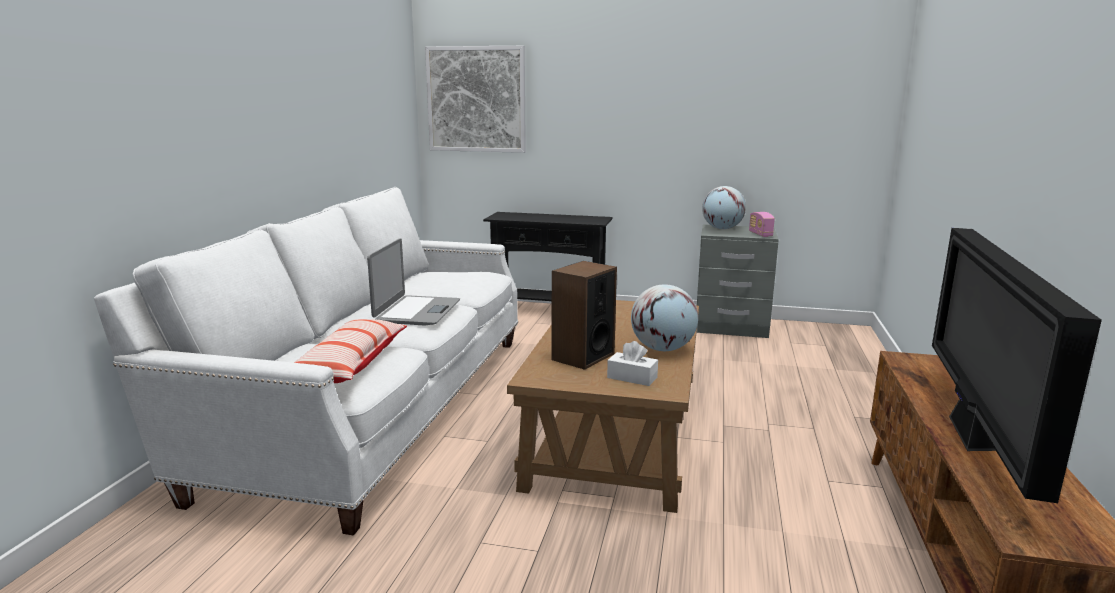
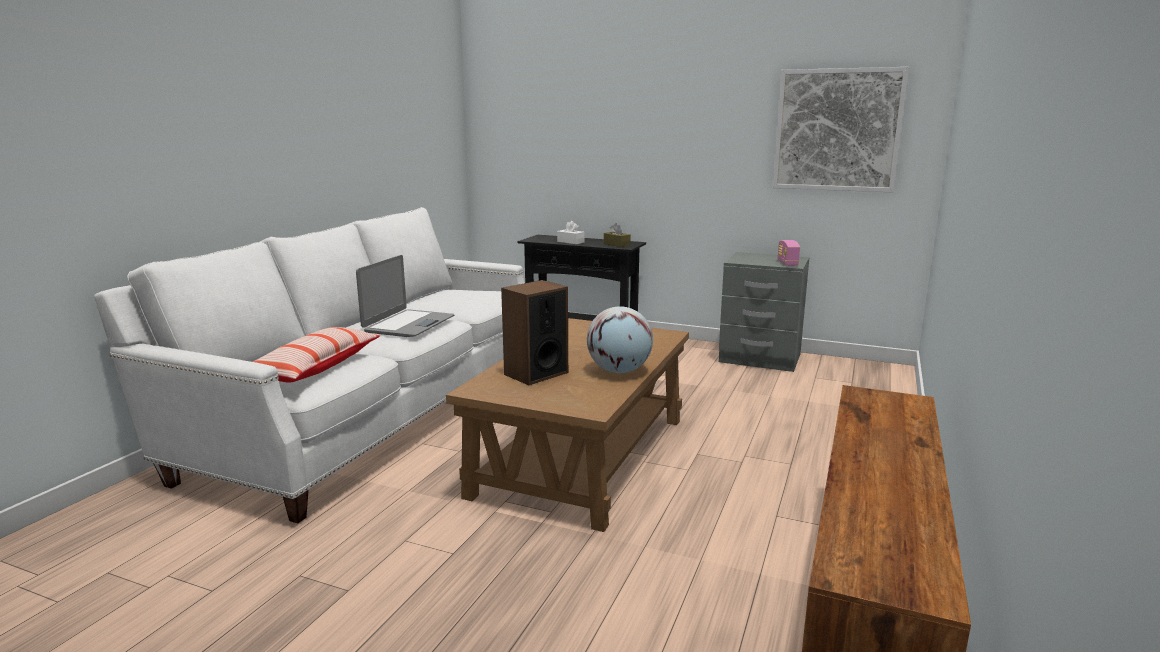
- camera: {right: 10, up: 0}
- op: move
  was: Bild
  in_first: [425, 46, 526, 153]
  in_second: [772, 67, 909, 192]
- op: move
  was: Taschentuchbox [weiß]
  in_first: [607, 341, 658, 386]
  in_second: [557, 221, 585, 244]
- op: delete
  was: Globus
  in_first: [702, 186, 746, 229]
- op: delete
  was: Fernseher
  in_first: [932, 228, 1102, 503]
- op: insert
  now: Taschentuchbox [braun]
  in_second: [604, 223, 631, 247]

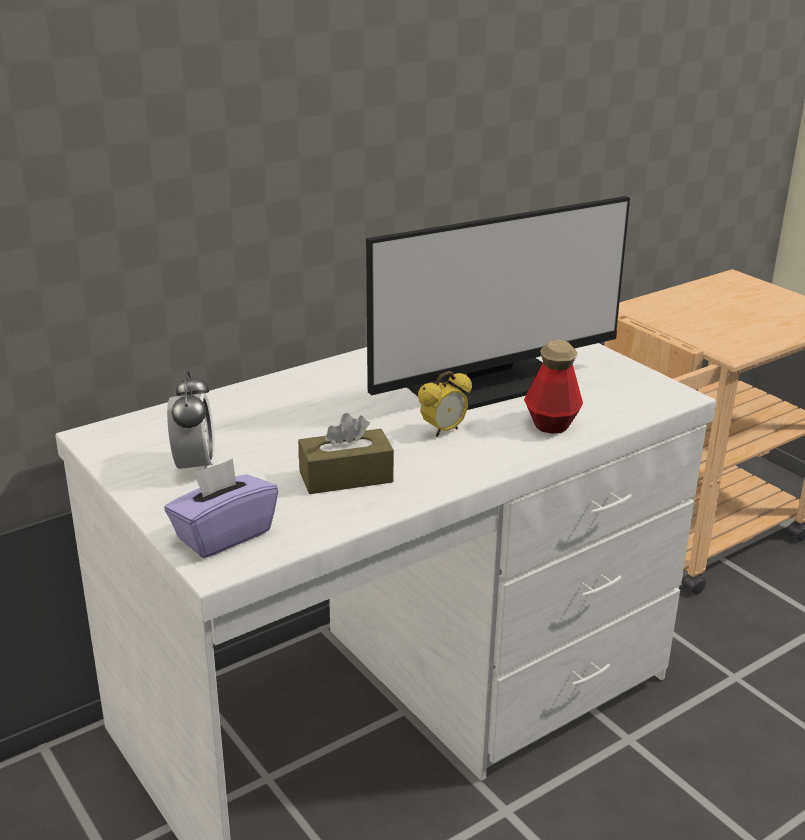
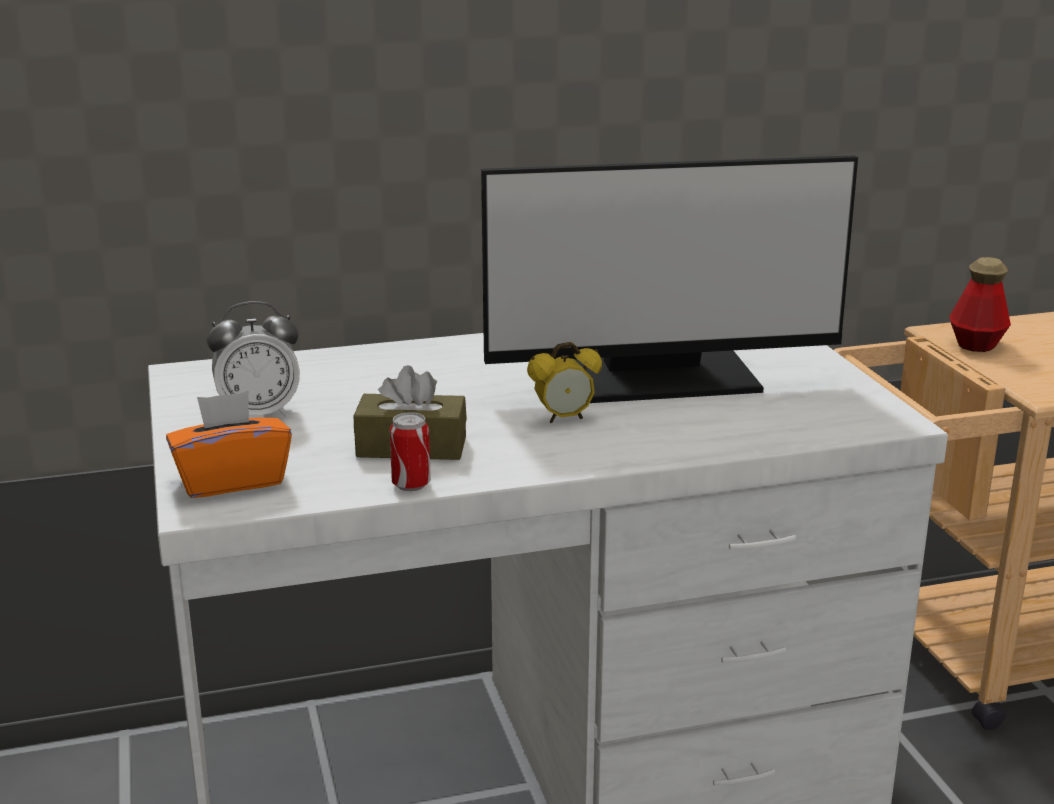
- camera: {right: 20, up: -5}
- op: recolor
  was: Taschentuchbox [lila]
  now: Taschentuchbox [orange]
  in_first: [164, 459, 278, 558]
  in_second: [166, 391, 292, 498]
- op: rotate
  was: Wecker
  in_first: [167, 370, 215, 470]
  in_second: [207, 301, 300, 417]
  clockwise: 60
- op: move
  was: Flasche
  in_first: [524, 340, 583, 434]
  in_second: [950, 257, 1011, 352]
- op: insert
  now: Dose
  in_second: [390, 412, 431, 491]

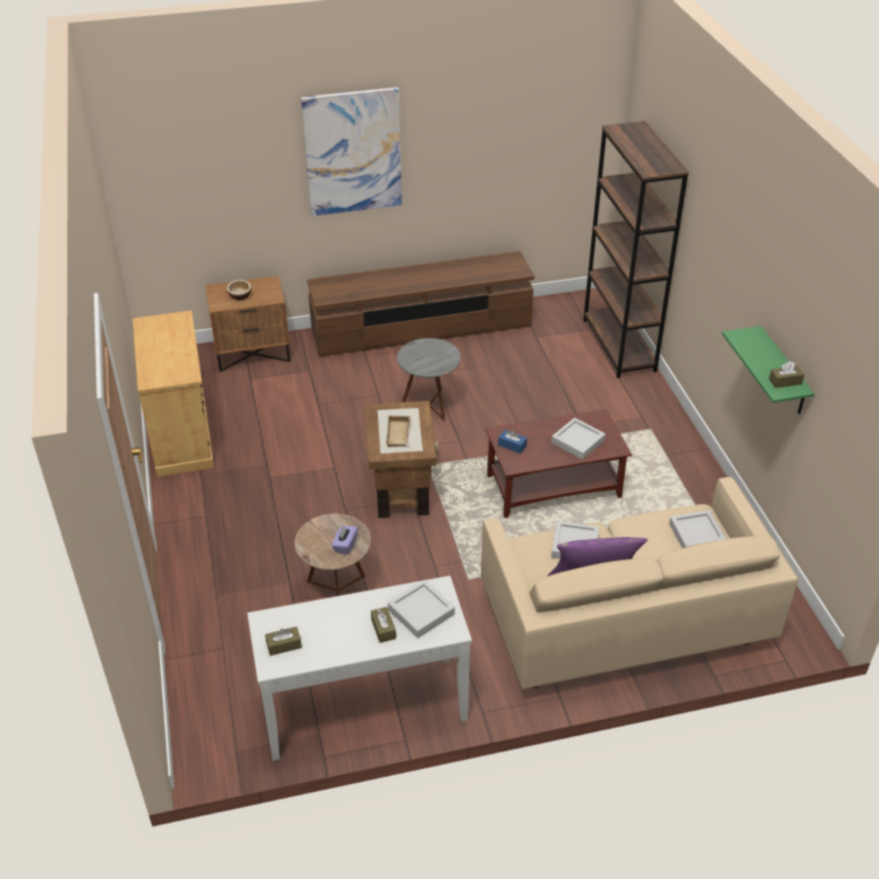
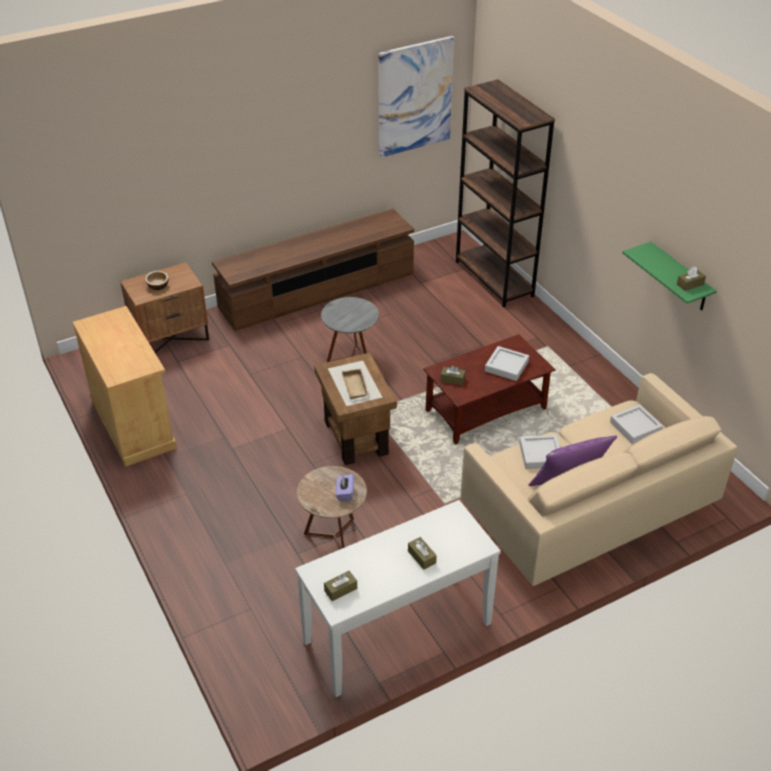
- camera: {right: -15, up: 0}
- op: move
  was: Bild
  in_first: [301, 87, 402, 216]
  in_second: [378, 36, 454, 158]
- op: delete
  was: Tablett [grau]
  in_first: [388, 580, 455, 638]
- op: recolor
  was: Taschentuchbox [blau]
  now: Taschentuchbox [braun]
  in_first: [498, 430, 527, 454]
  in_second: [440, 365, 465, 385]

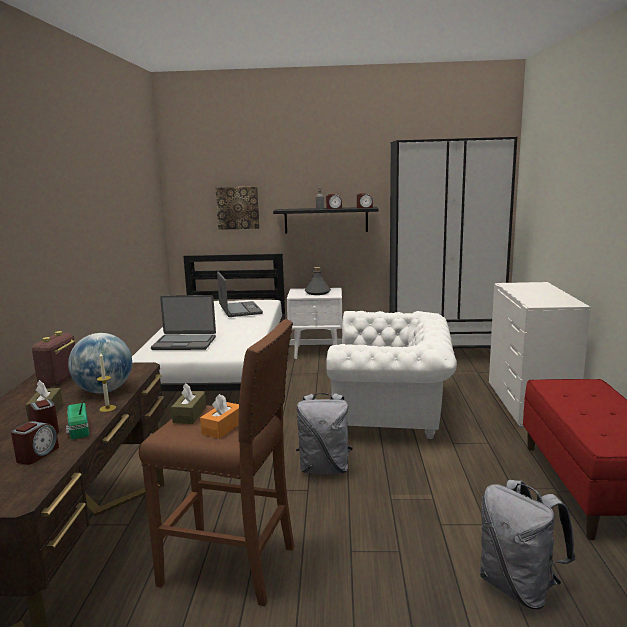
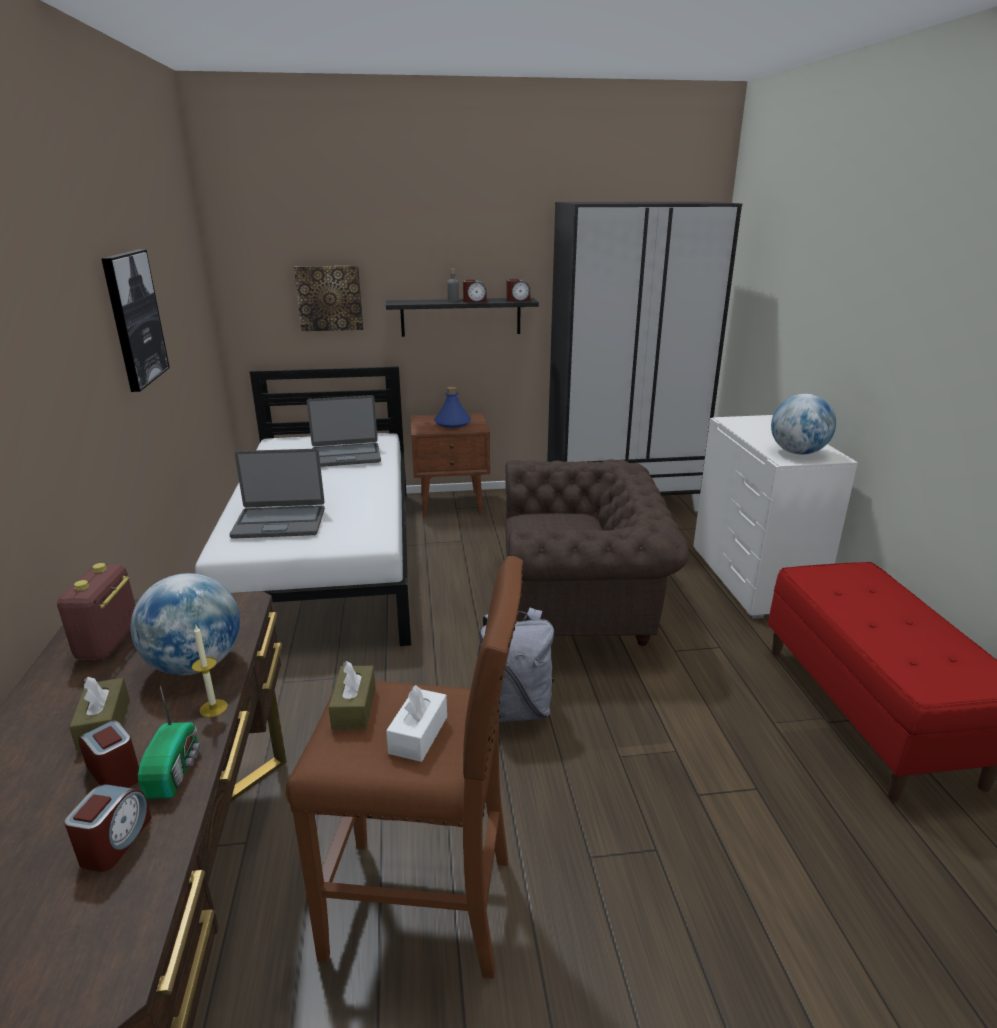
- camera: {right: -10, up: 10}
- op: rotate
  was: Radio
  in_first: [66, 397, 89, 439]
  in_second: [138, 686, 201, 799]
  clockwise: -150
- op: recolor
  was: Taschentuchbox [orange]
  now: Taschentuchbox [weiß]
  in_first: [200, 394, 239, 439]
  in_second: [386, 685, 447, 762]
- op: rotate
  was: Laptop
  in_first: [217, 271, 263, 317]
  in_second: [307, 395, 381, 467]
  clockwise: 105
- op: recolor
  was: Nachttisch [weiß]
  now: Nachttisch [braun]
  in_first: [287, 288, 342, 359]
  in_second: [410, 413, 490, 516]
- op: recolor
  was: Flasche [grau]
  now: Flasche [blau]
  in_first: [305, 267, 331, 295]
  in_second: [434, 387, 471, 428]
- op: recolor
  was: Sessel [weiß]
  now: Sessel [braun]
  in_first: [326, 311, 457, 439]
  in_second: [505, 459, 690, 646]
- op: delete
  was: Rucksack [grau]
  in_first: [480, 480, 575, 609]
- op: insert
  now: Bild
  in_second: [101, 249, 170, 392]
- op: insert
  now: Globus
  in_second: [771, 394, 836, 455]

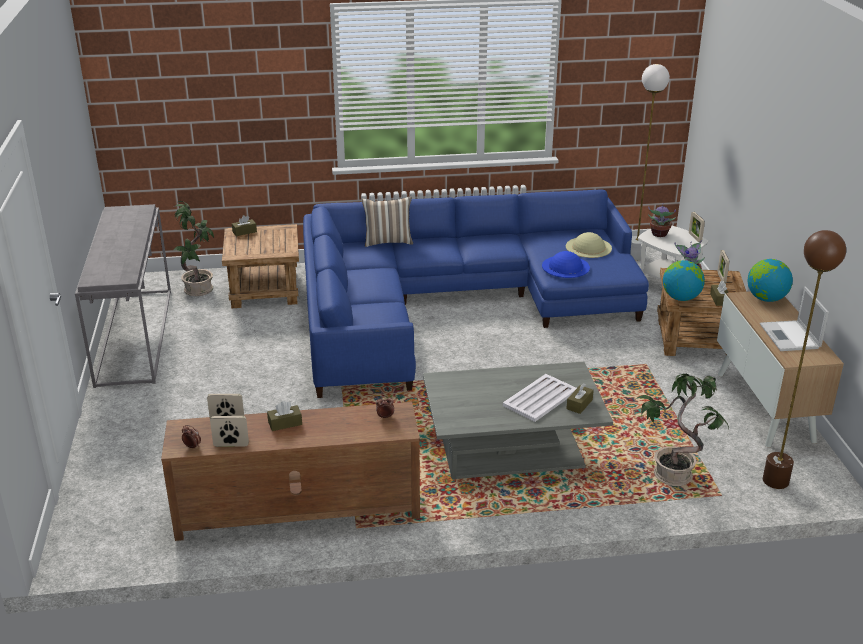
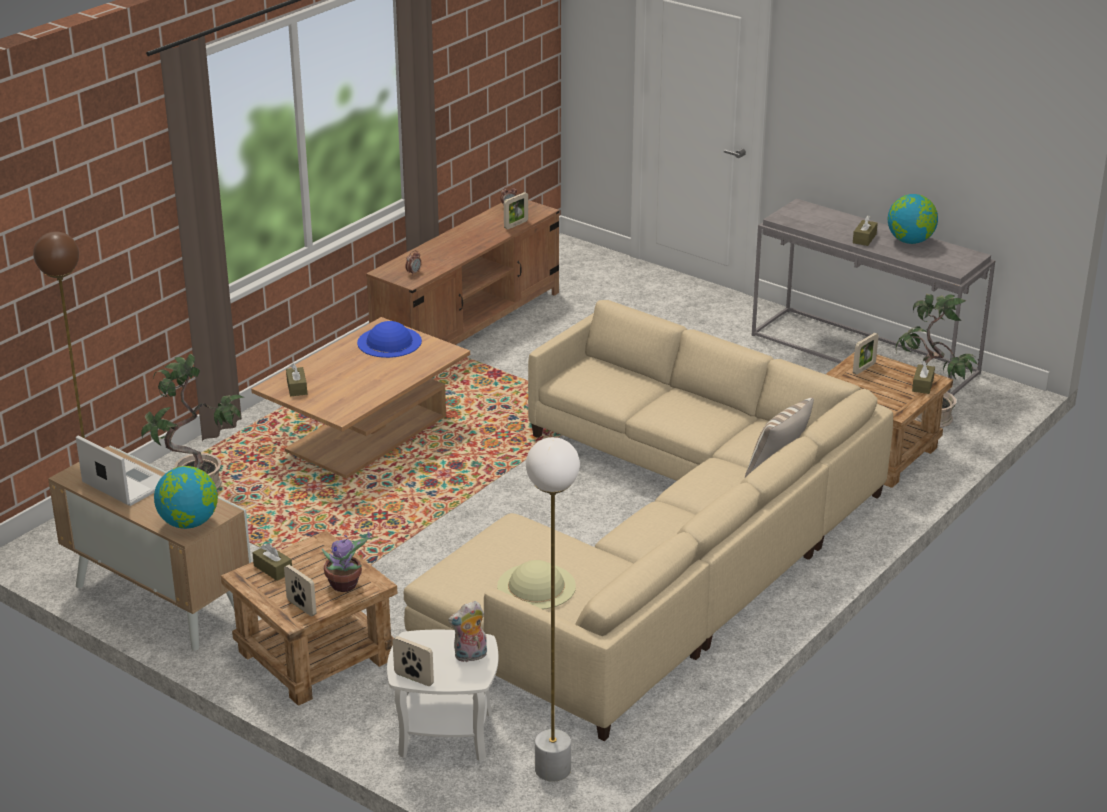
- camera: {right: 135, up: 0}
- op: move
  was: Bilderrahmen
  in_first: [210, 416, 249, 447]
  in_second: [853, 333, 879, 375]
- op: move
  was: Taschentuchbox [braun]
  in_first: [267, 401, 302, 431]
  in_second: [853, 215, 878, 246]
- op: recolor
  was: Sofa [blau]
  now: Sofa [beige]
  in_first: [303, 189, 649, 398]
  in_second: [404, 300, 893, 741]
- op: recolor
  was: Couchtisch [grau]
  now: Couchtisch [braun]
  in_first: [423, 362, 613, 479]
  in_second: [251, 317, 470, 479]
- op: delete
  was: Tablett [weiß]
  in_first: [503, 374, 577, 422]
- op: move
  was: Hut [blau]
  in_first: [542, 251, 590, 278]
  in_second: [357, 321, 422, 358]
- op: replace
  was: Topfpflanze
  now: Plüschtier
  in_first: [648, 206, 676, 237]
  in_second: [448, 601, 487, 662]
- op: move
  was: Globus
  in_first: [663, 260, 705, 301]
  in_second: [887, 194, 938, 244]

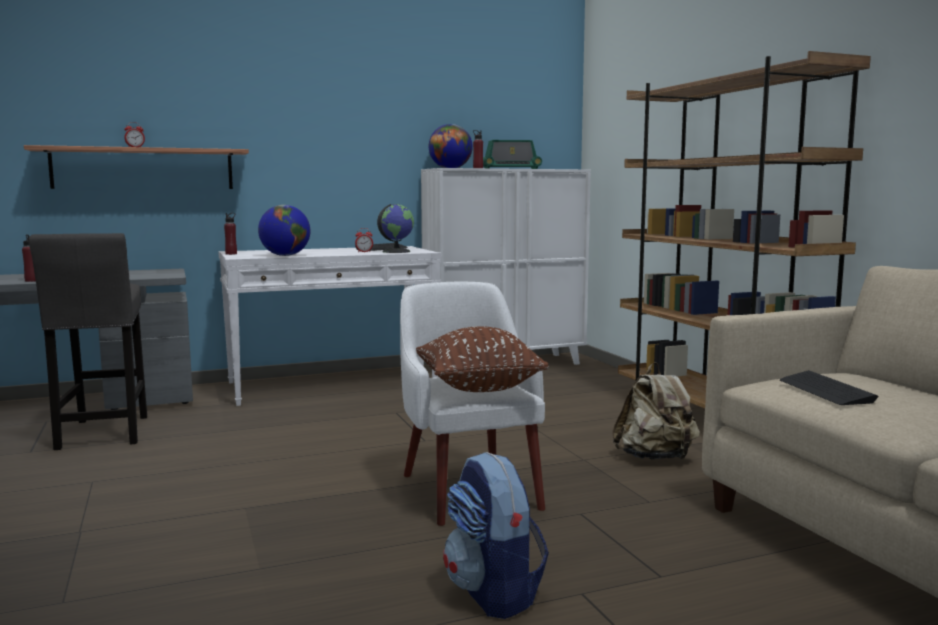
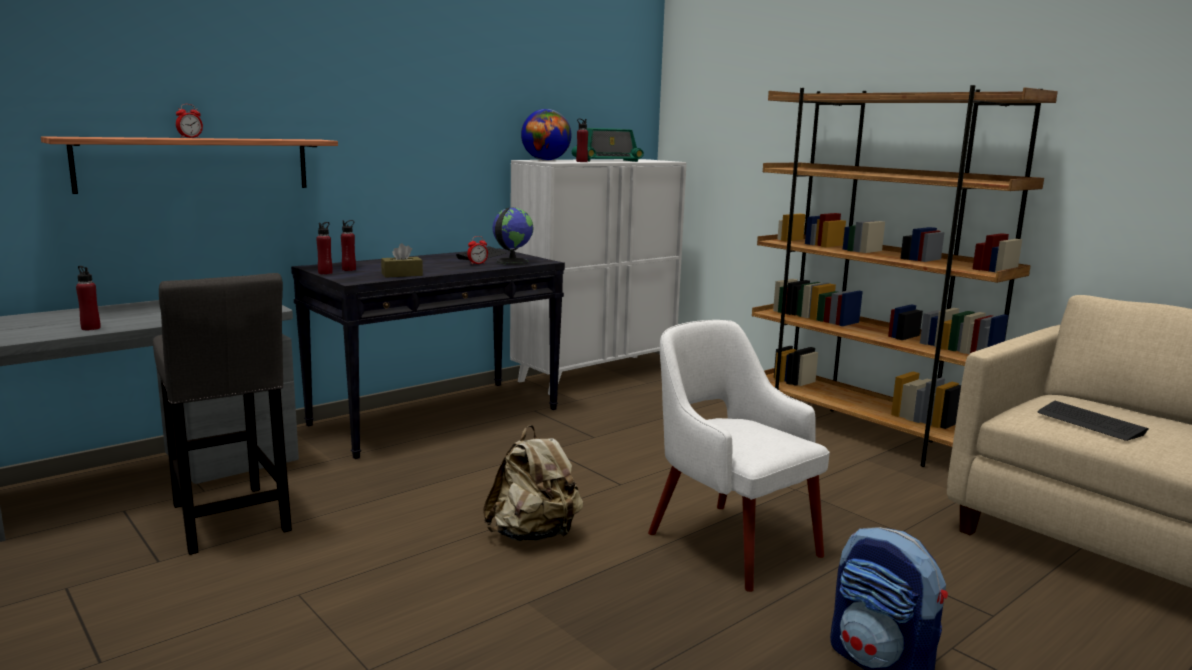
- camera: {right: -20, up: 5}
- op: recolor
  was: Konsolentisch [weiß]
  now: Konsolentisch [schwarz]
  in_first: [218, 246, 441, 406]
  in_second: [291, 248, 565, 459]
- op: replace
  was: Globus
  now: Taschentuchbox [braun]
  in_first: [258, 205, 311, 256]
  in_second: [381, 243, 423, 278]
- op: delete
  was: Kissen [braun]
  in_first: [416, 326, 549, 392]
- op: move
  was: Rucksack [beige]
  in_first: [612, 362, 700, 460]
  in_second: [483, 425, 583, 541]
- op: insert
  now: Flasche [rot]
  in_second: [341, 220, 356, 271]

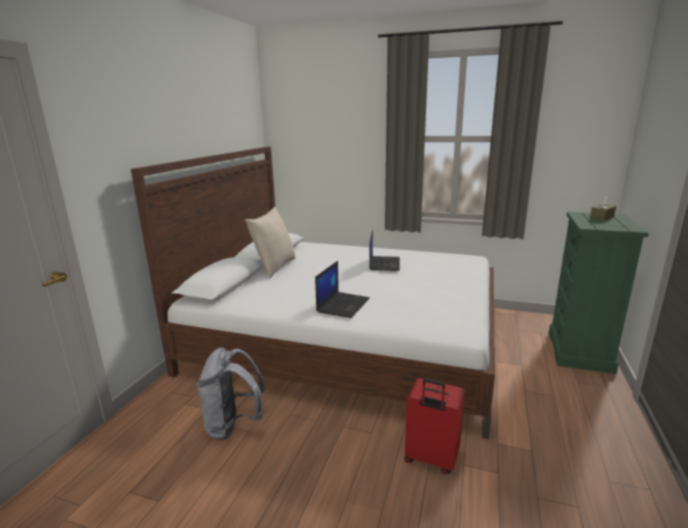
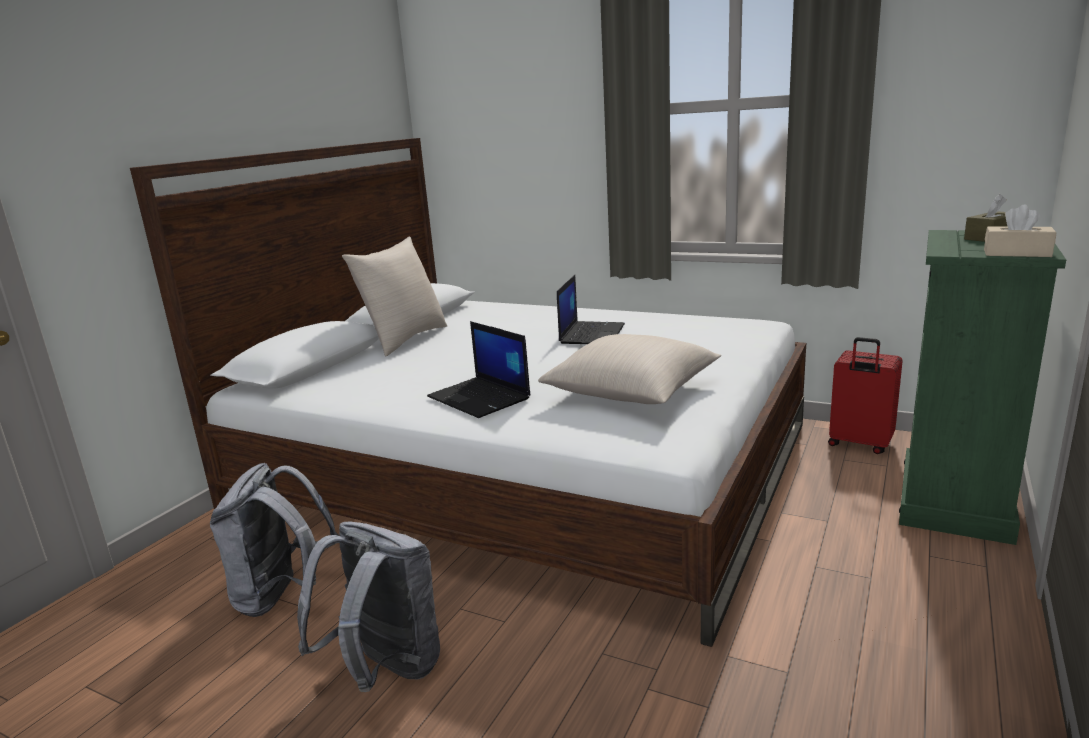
- camera: {right: 10, up: 0}
- op: rotate
  was: Laptop
  in_first: [315, 261, 370, 318]
  in_second: [427, 321, 531, 418]
  clockwise: 105
- op: move
  was: Koffer [rot]
  in_first: [405, 378, 465, 474]
  in_second: [828, 337, 903, 454]
- op: insert
  now: Rucksack [grau]
  in_second: [297, 522, 440, 692]
- op: insert
  now: Kissen [beige]
  in_second: [538, 334, 721, 404]
- op: insert
  now: Taschentuchbox [beige]
  in_second: [984, 205, 1057, 257]

